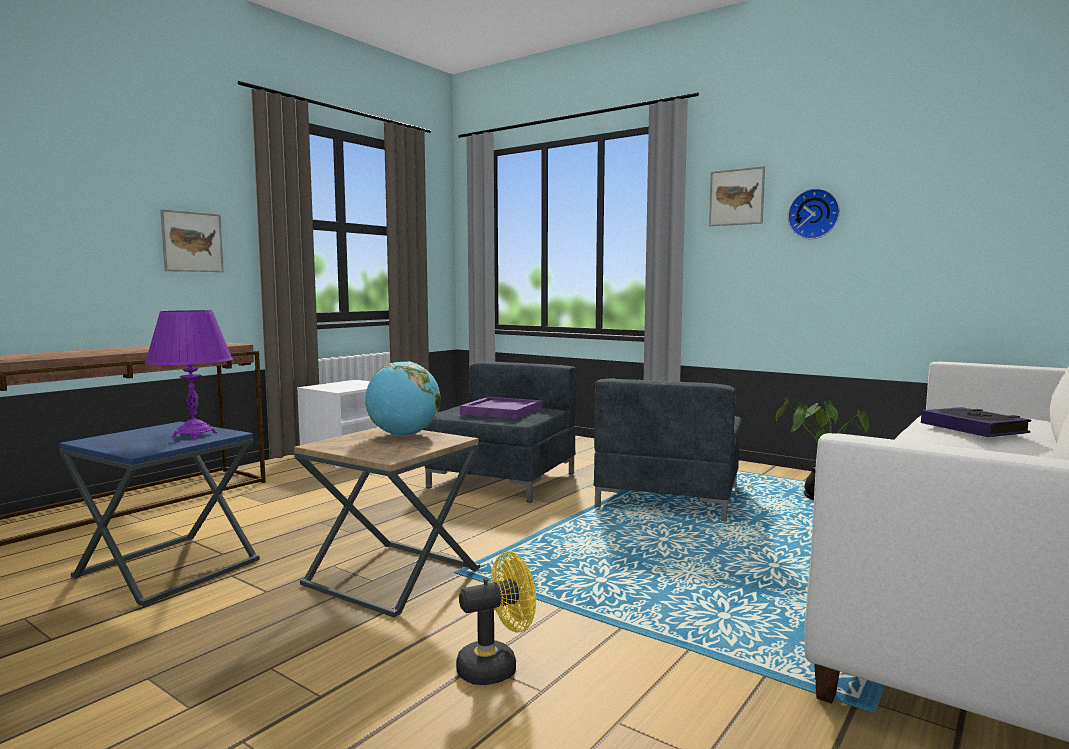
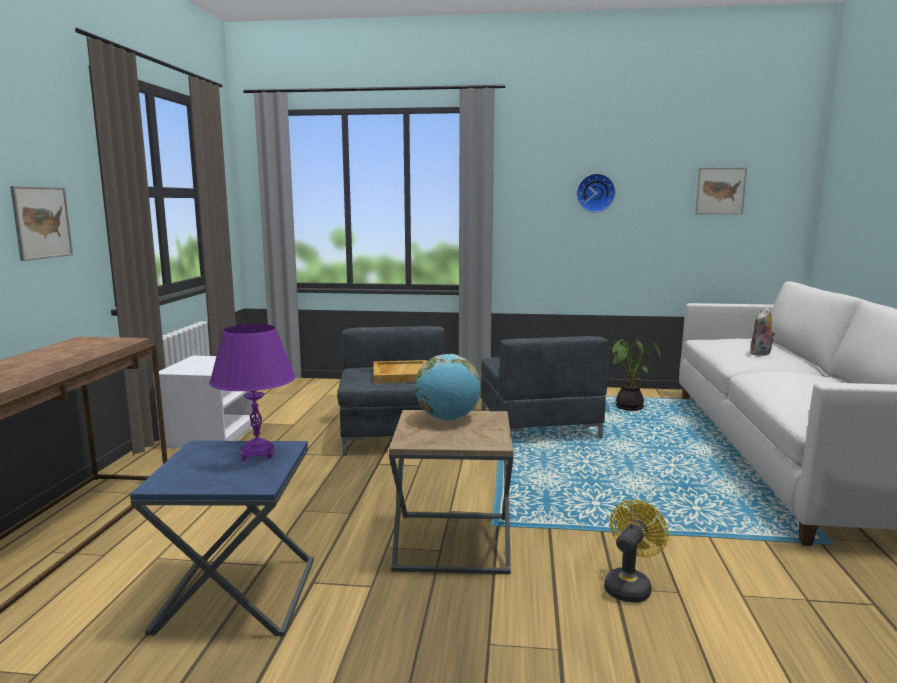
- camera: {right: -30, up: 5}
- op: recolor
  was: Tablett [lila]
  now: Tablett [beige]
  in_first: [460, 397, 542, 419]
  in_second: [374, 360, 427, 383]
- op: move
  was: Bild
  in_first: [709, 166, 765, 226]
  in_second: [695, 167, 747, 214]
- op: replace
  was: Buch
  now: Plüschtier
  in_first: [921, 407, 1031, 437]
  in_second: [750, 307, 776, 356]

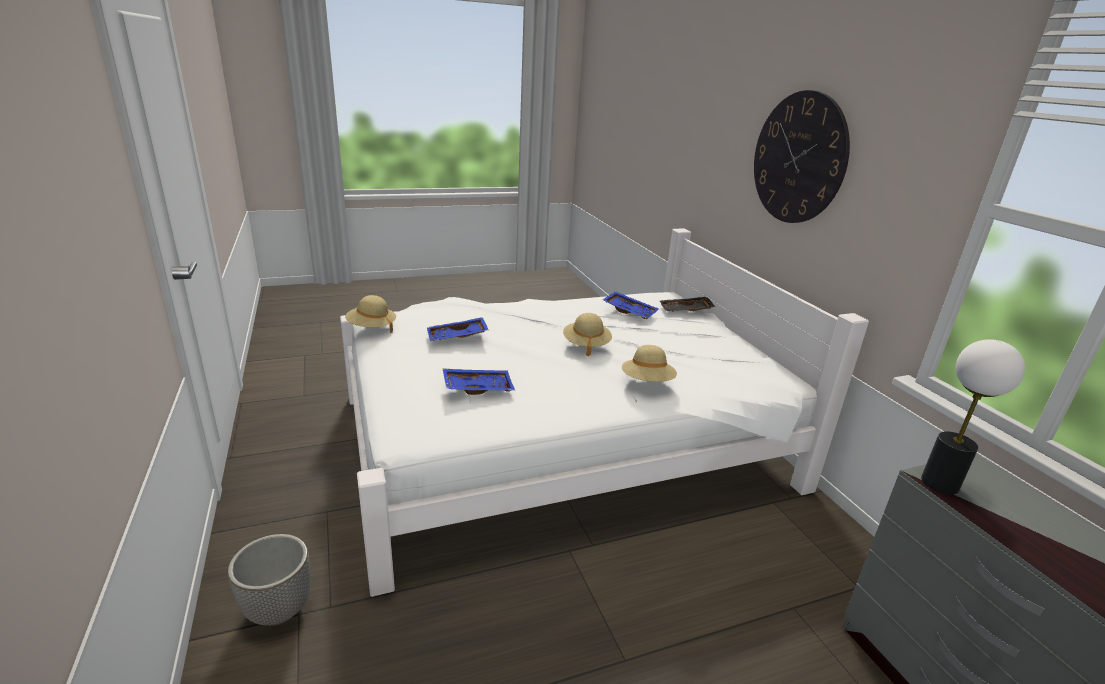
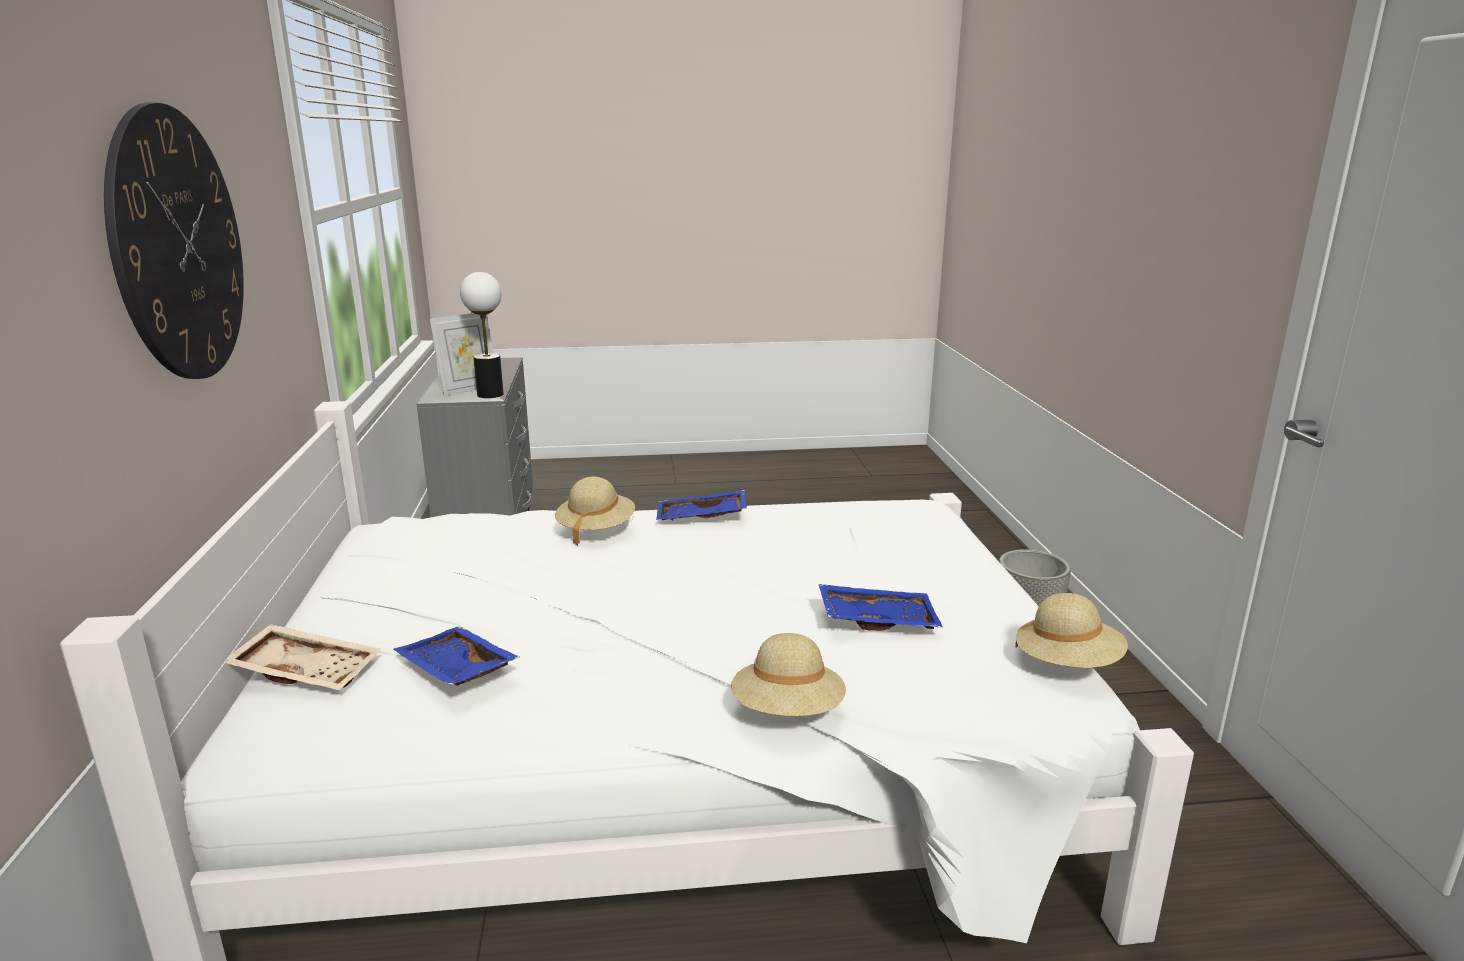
- camera: {right: -165, up: -5}
- op: move
  was: Tablett [blau]
  in_first: [443, 369, 515, 395]
  in_second: [656, 490, 747, 521]
- op: move
  was: Hut [beige]
  in_first: [563, 313, 612, 356]
  in_second: [731, 633, 846, 716]
- op: recolor
  was: Tablett [schwarz]
  now: Tablett [beige]
  in_first: [660, 297, 715, 311]
  in_second: [226, 624, 381, 691]
- op: insert
  now: Bilderrahmen
  in_second: [430, 313, 493, 396]

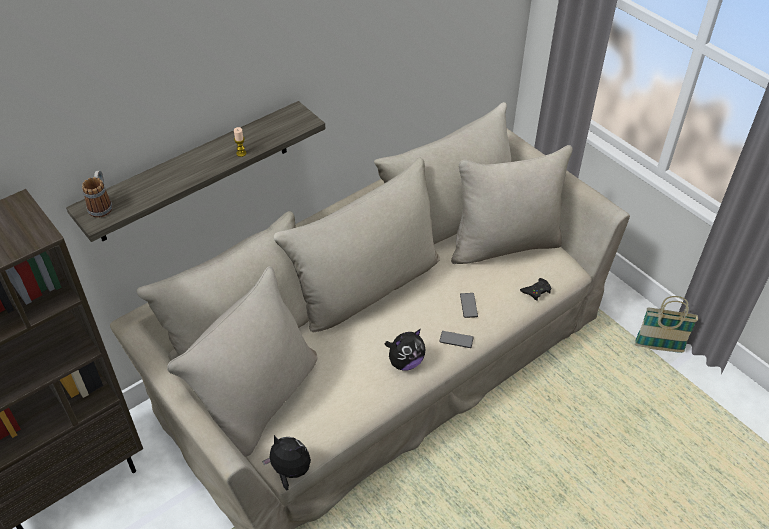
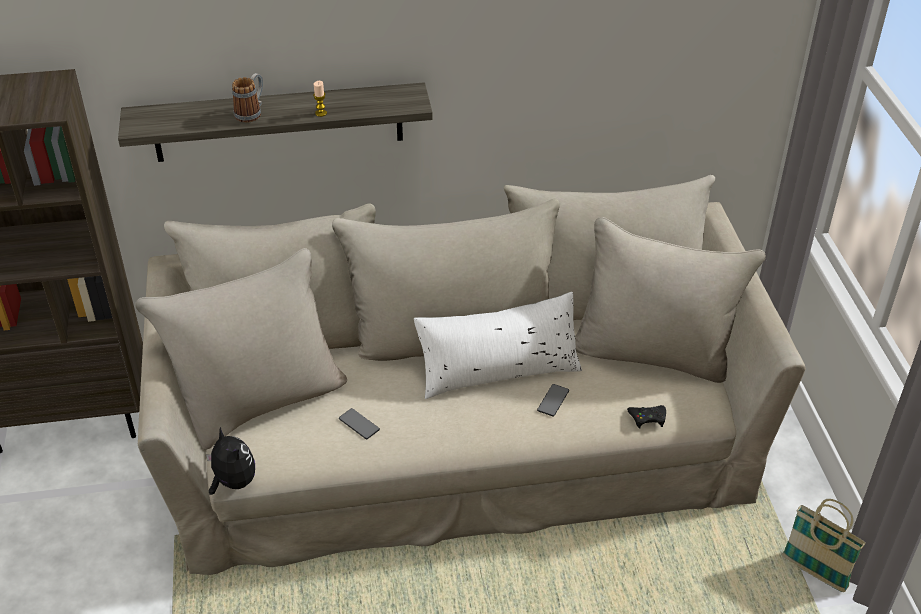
- camera: {right: 30, up: -5}
- op: move
  was: Henkelbecher
  in_first: [82, 171, 113, 218]
  in_second: [232, 73, 263, 123]
- op: delete
  was: Plüschtier
  in_first: [384, 329, 425, 371]
- op: move
  was: Handy
  in_first: [439, 331, 474, 348]
  in_second: [339, 408, 380, 439]
- op: insert
  now: Kissen [weiß]
  in_second: [414, 292, 582, 399]

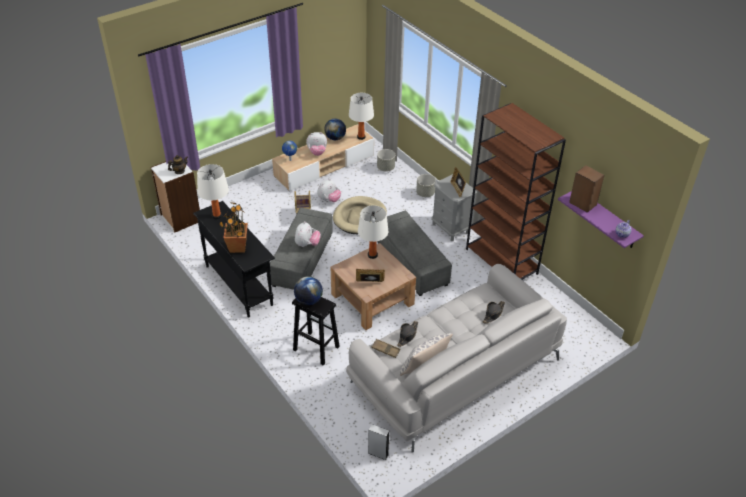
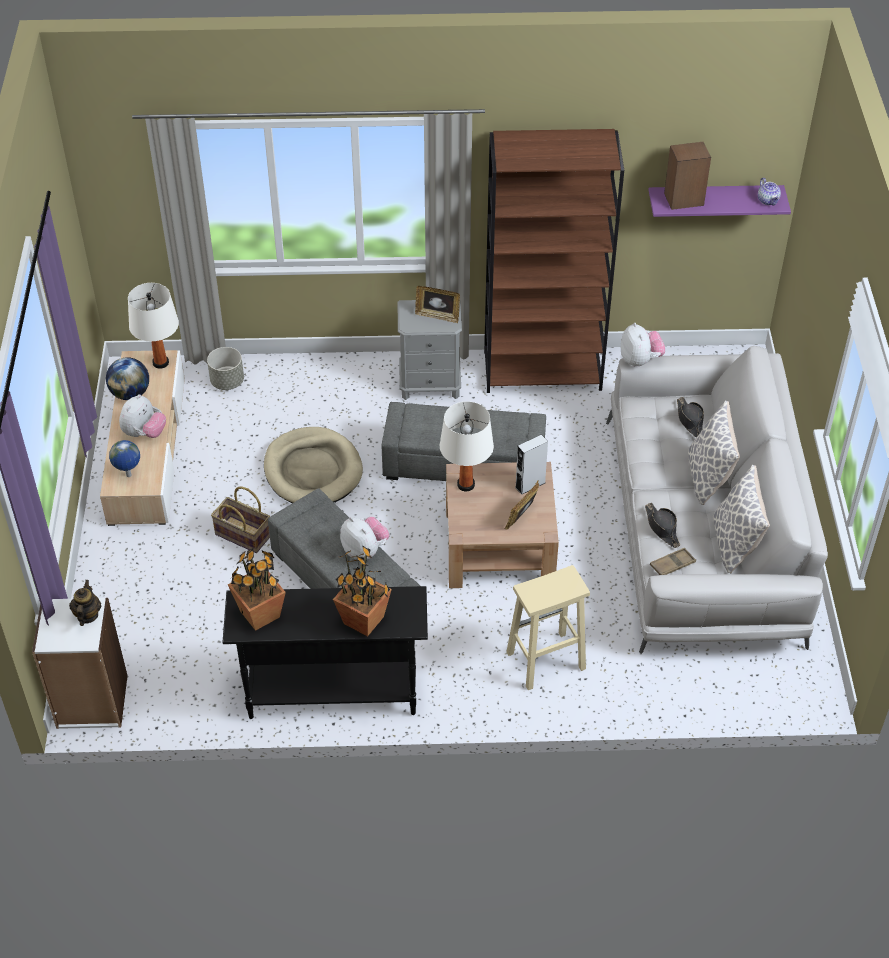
- camera: {right: -55, up: 5}
- op: replace
  was: Tischlampe [weiß]
  now: Topfpflanze
  in_first: [197, 164, 229, 219]
  in_second: [228, 547, 286, 631]
- op: recolor
  was: Hocker [schwarz]
  now: Hocker [beige]
  in_first: [292, 297, 340, 365]
  in_second: [506, 565, 590, 690]
- op: delete
  was: Globus
  in_first: [294, 276, 323, 305]
- op: move
  was: Plüschtier
  in_first: [317, 179, 341, 202]
  in_second: [621, 323, 665, 367]
- op: move
  was: Lautsprecher [grau]
  in_first: [368, 424, 389, 460]
  in_second: [515, 435, 548, 495]
- op: delete
  was: Pflanzkübel [grau]
  in_first: [416, 174, 436, 197]
- op: insert
  now: Kissen
  in_second: [688, 401, 740, 505]

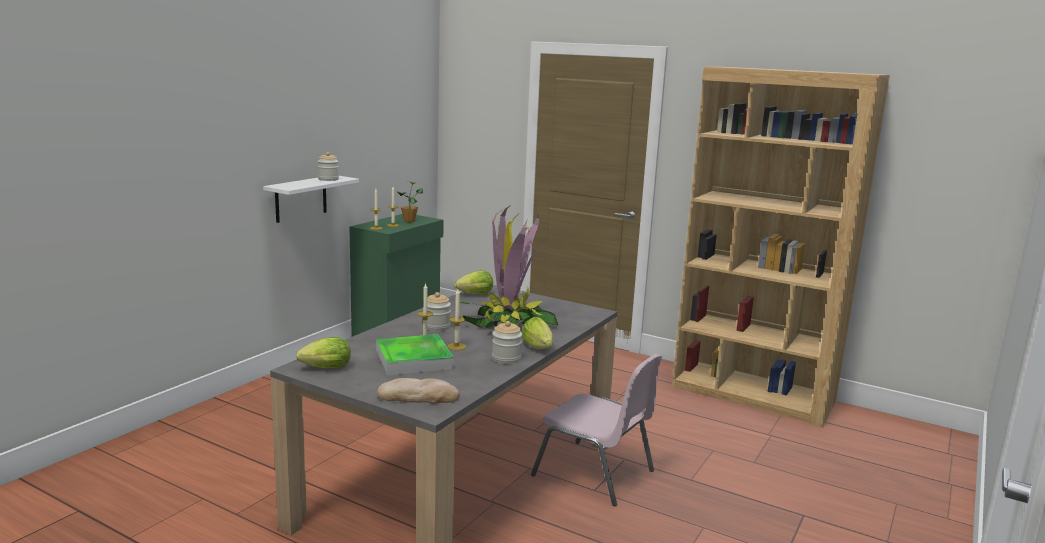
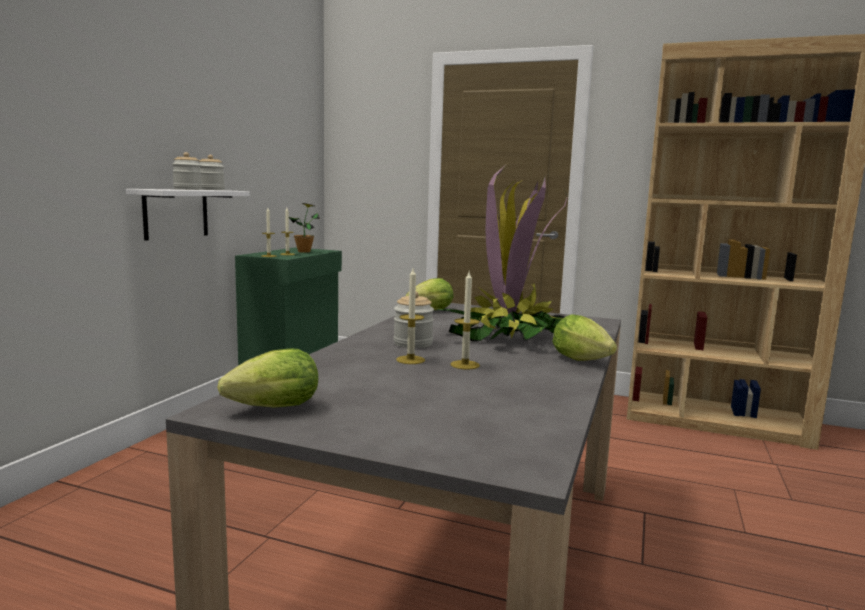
- camera: {right: -10, up: -5}
- op: delete
  was: Tablett
  in_first: [376, 334, 454, 376]
- op: delete
  was: Brot
  in_first: [377, 378, 460, 404]
- op: move
  was: Vorratsglas
  in_first: [492, 321, 522, 364]
  in_second: [172, 152, 202, 190]
- op: delete
  was: Stuhl [rosa]
  in_first: [531, 354, 662, 506]

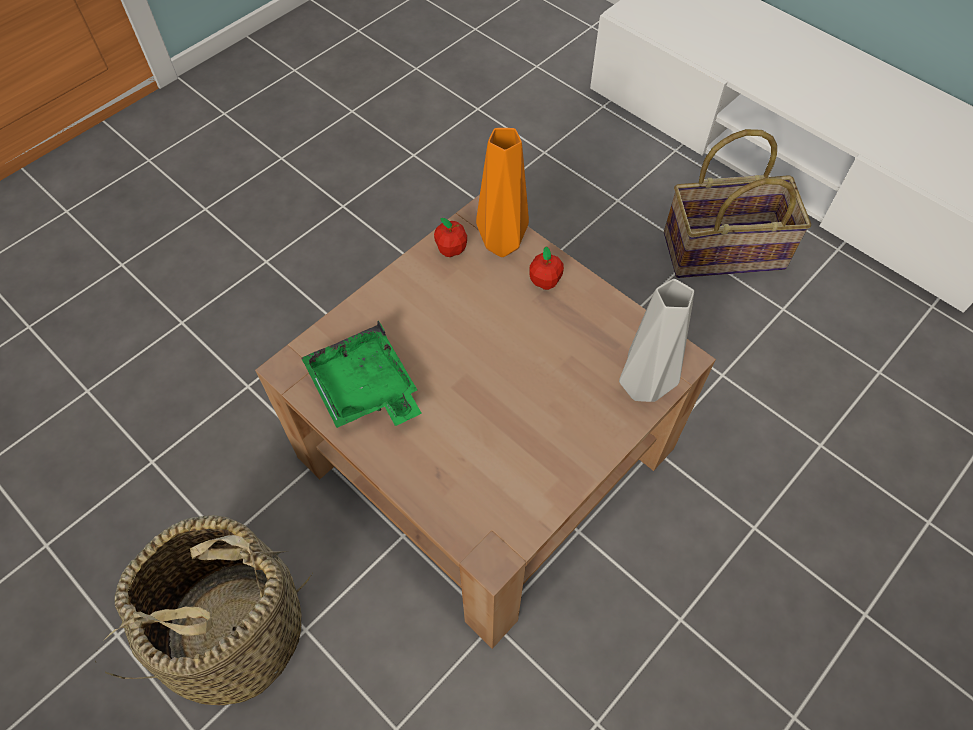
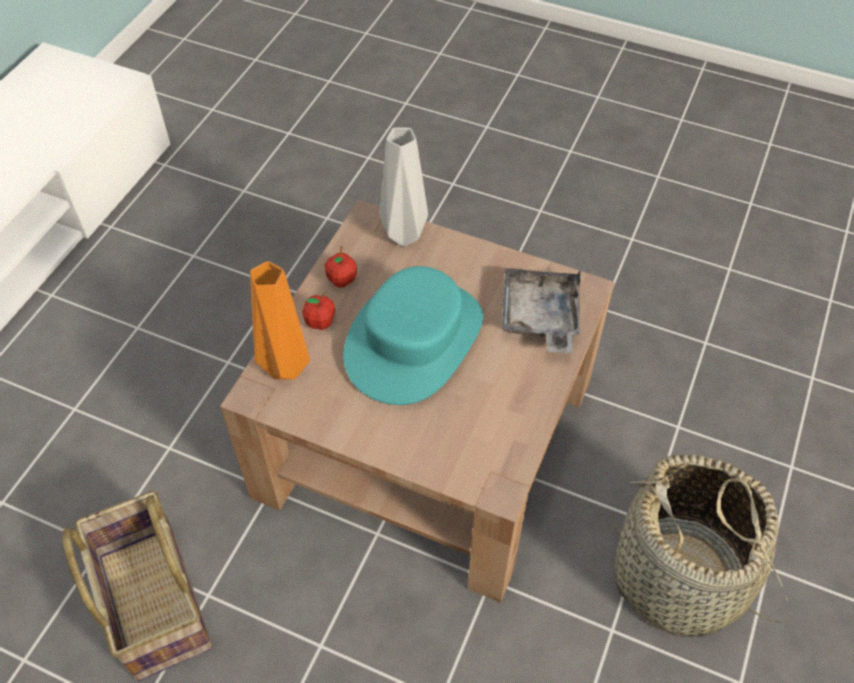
- camera: {right: -110, up: -5}
- op: delete
  was: Tablett [grün]
  in_first: [302, 320, 421, 428]
- op: move
  was: Apfel
  in_first: [434, 218, 467, 257]
  in_second: [325, 246, 357, 288]
- op: move
  was: Korb
  in_first: [664, 129, 811, 278]
  in_second: [62, 491, 213, 681]
- op: insert
  now: Hut [türkis]
  in_second: [343, 266, 483, 405]
- op: insert
  now: Tablett [grau]
  in_second: [502, 268, 581, 353]

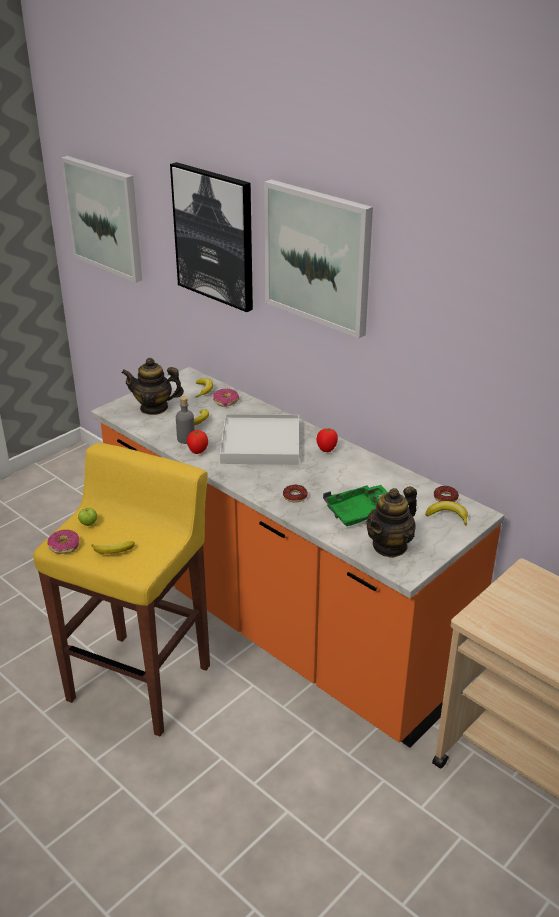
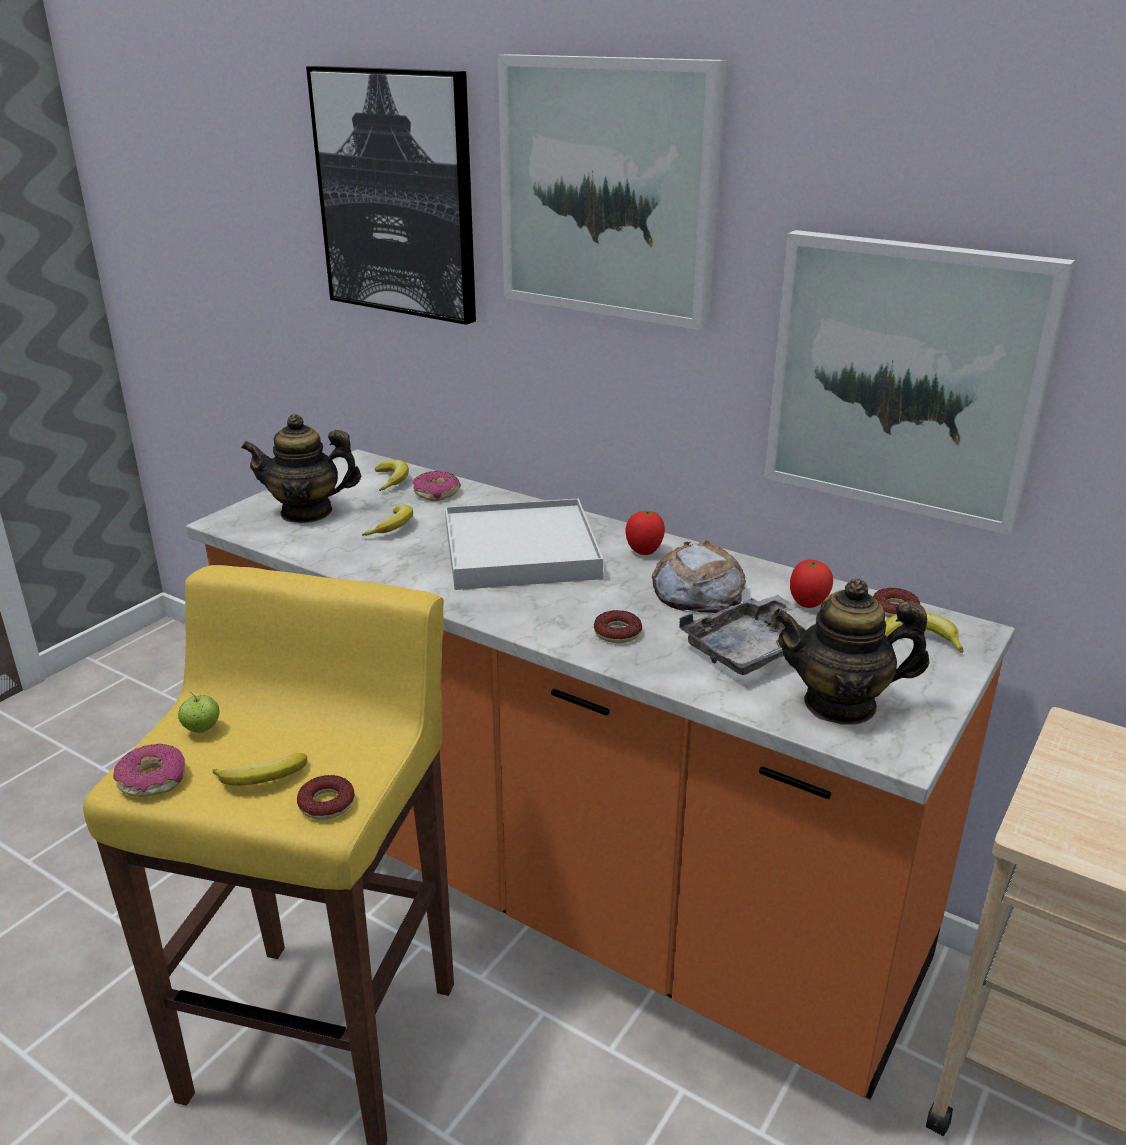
- camera: {right: -10, up: -5}
- op: move
  was: Bild
  in_first: [61, 156, 142, 283]
  in_second: [764, 230, 1075, 535]
- op: delete
  was: Flasche [grau]
  in_first: [176, 396, 195, 444]
- op: move
  was: Tomate
  in_first: [187, 430, 208, 454]
  in_second: [790, 560, 833, 608]
- op: recolor
  was: Tablett [grün]
  now: Tablett [grau]
  in_first: [323, 485, 388, 526]
  in_second: [679, 595, 806, 675]
- op: rotate
  was: Teekanne
  in_first: [367, 486, 417, 558]
  in_second: [772, 579, 929, 725]
  clockwise: 60
- op: insert
  now: Donut
  in_second: [297, 775, 355, 820]
- op: insert
  now: Brot
  in_second: [652, 541, 746, 613]

